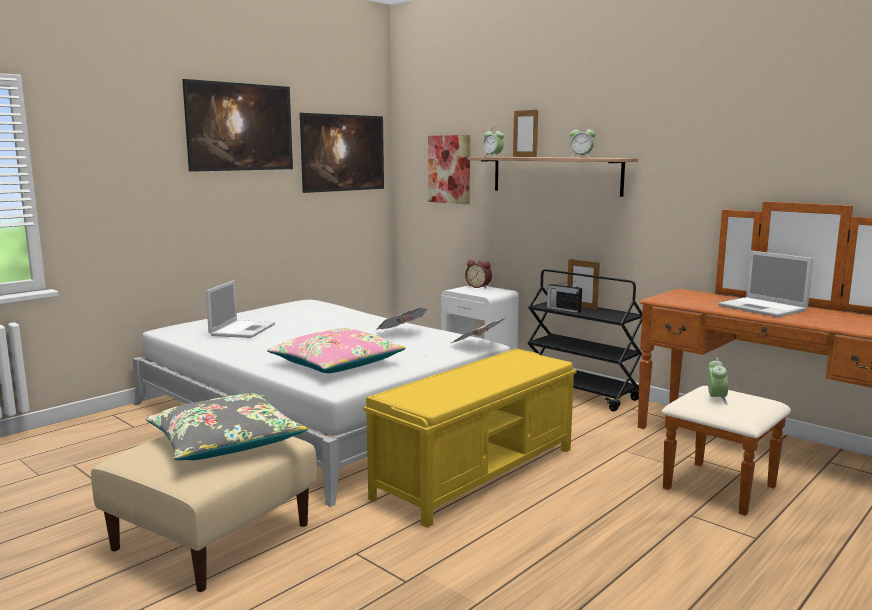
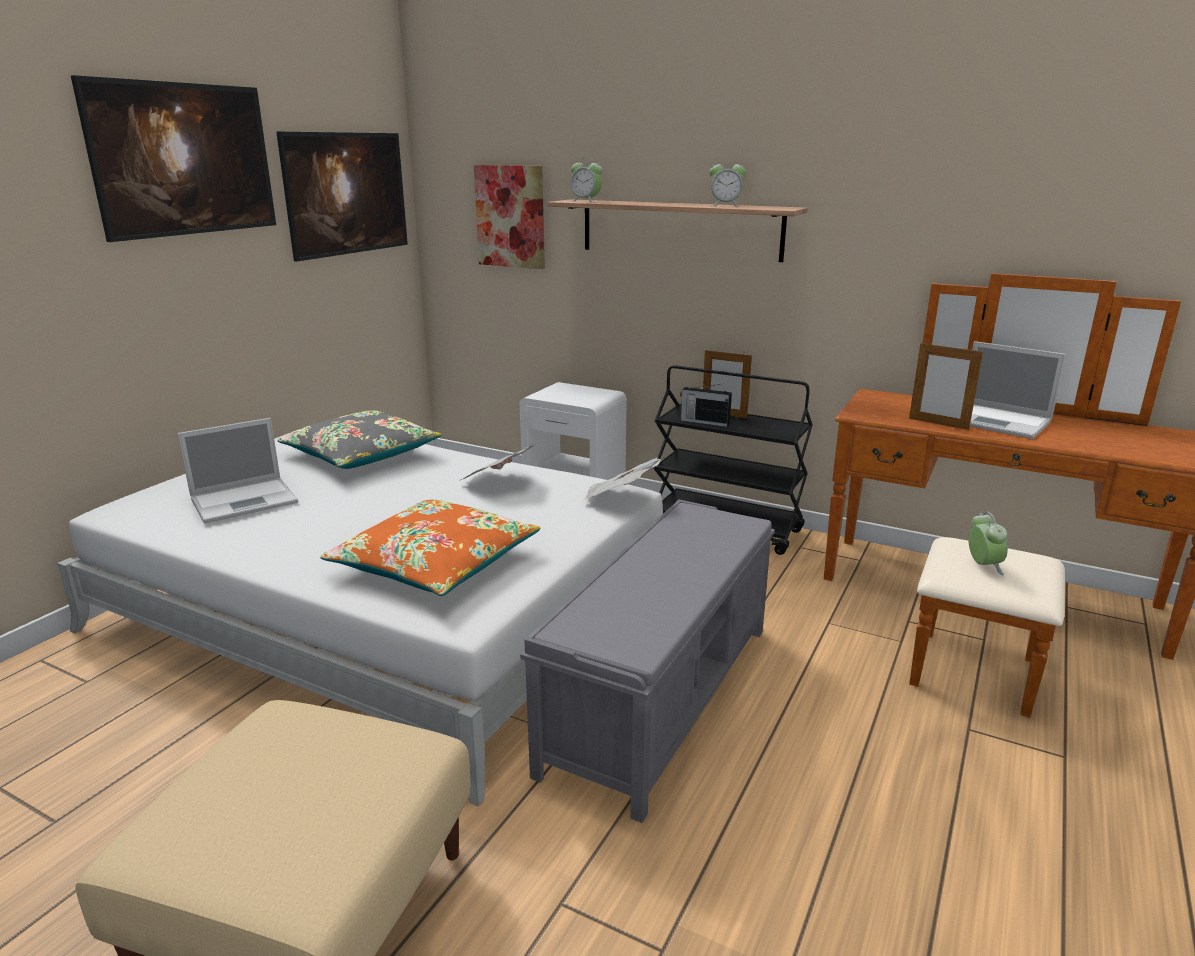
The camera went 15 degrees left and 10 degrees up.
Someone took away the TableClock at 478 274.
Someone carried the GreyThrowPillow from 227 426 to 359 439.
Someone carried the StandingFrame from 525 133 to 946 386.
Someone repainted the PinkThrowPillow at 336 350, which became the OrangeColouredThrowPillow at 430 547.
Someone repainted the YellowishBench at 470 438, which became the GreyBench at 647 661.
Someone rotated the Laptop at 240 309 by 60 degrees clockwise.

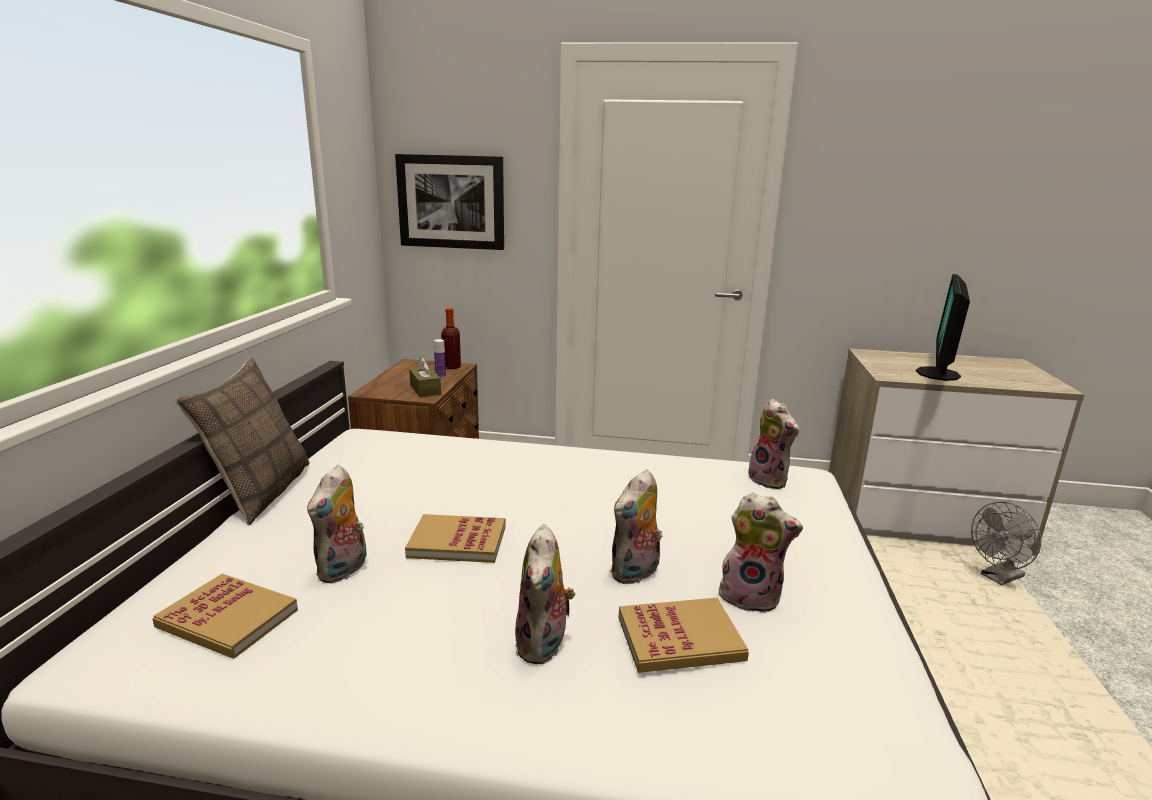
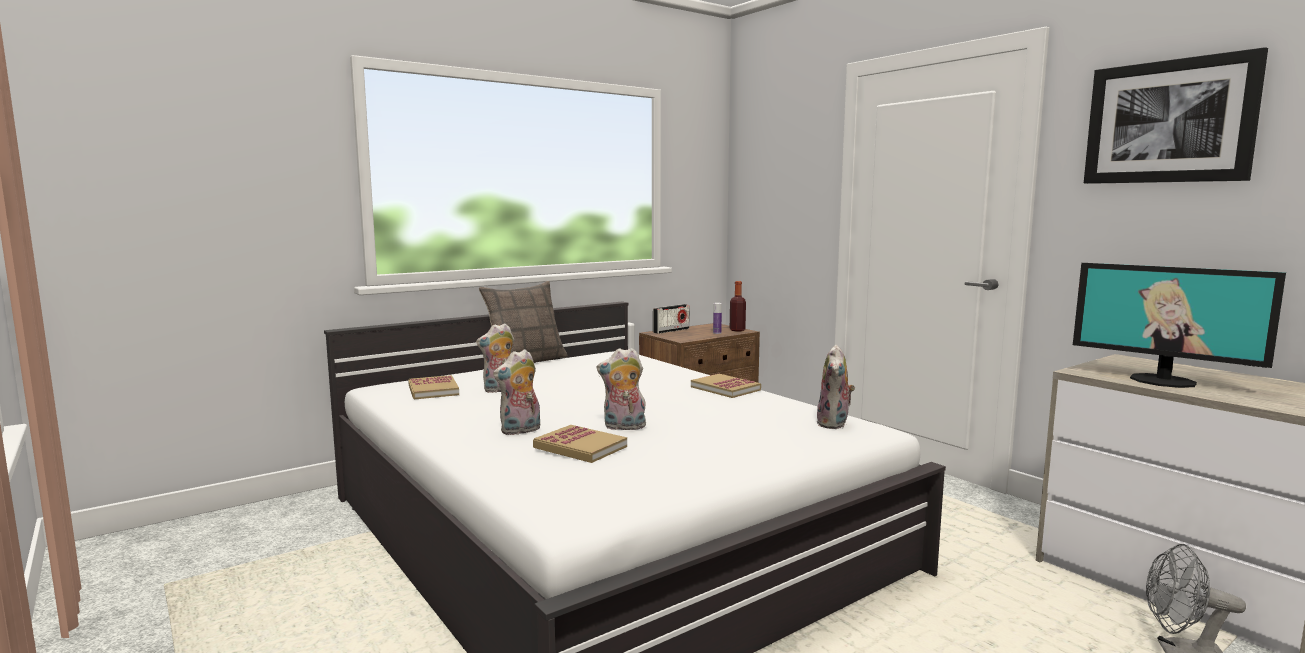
The camera went 45 degrees right and 10 degrees down.
Someone took away the BrownColouredTissueBox at 425 377.
Someone took away the SoftToy at 760 552.
Someone put down the Radio at 671 319.
Someone carried the Picture from 449 202 to 1176 115.
Someone carried the BoundBook from 455 538 to 726 386.
Someone rotated the ComputerScreen at 943 327 by 120 degrees counterclockwise.

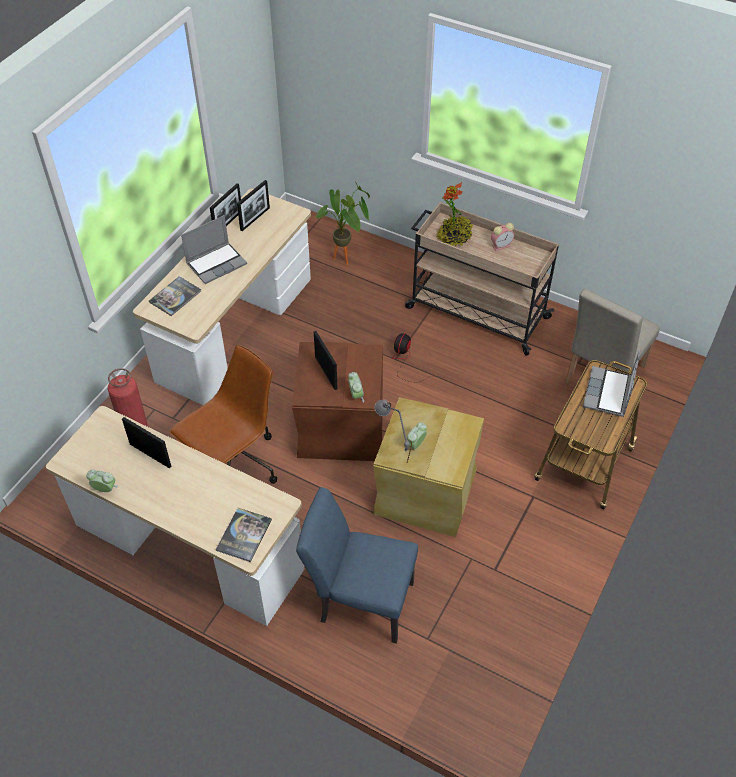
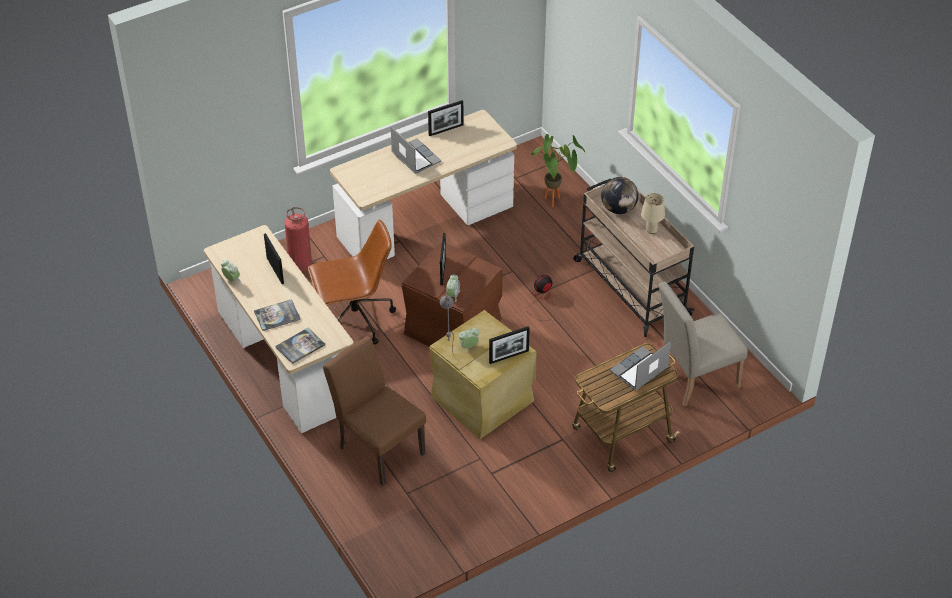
The camera went 30 degrees right and 5 degrees down.
Someone carried the BoundBook from 175 296 to 277 315.
Someone carried the StandingFrame from 253 205 to 509 345.
Someone swapped the Houseplant at 454 214 for the WorldGlobe at 619 195.
Someone swapped the TableClock at 502 237 for the BeigeColouredLampForATable at 653 213.
Someone repainted the BluishChair at 357 565, which became the BrownColouredChair at 374 411.
Someone rotated the Laptop at 214 249 by 120 degrees counterclockwise.

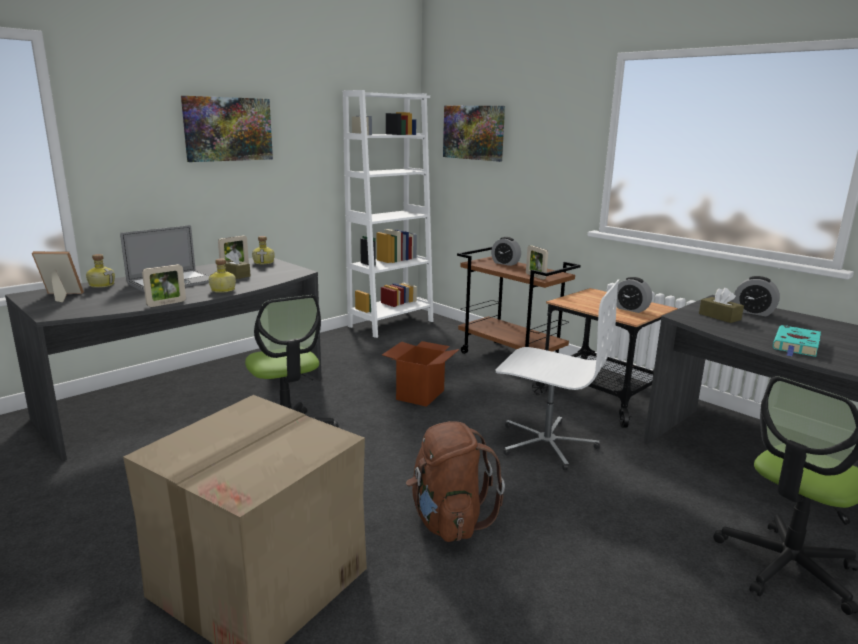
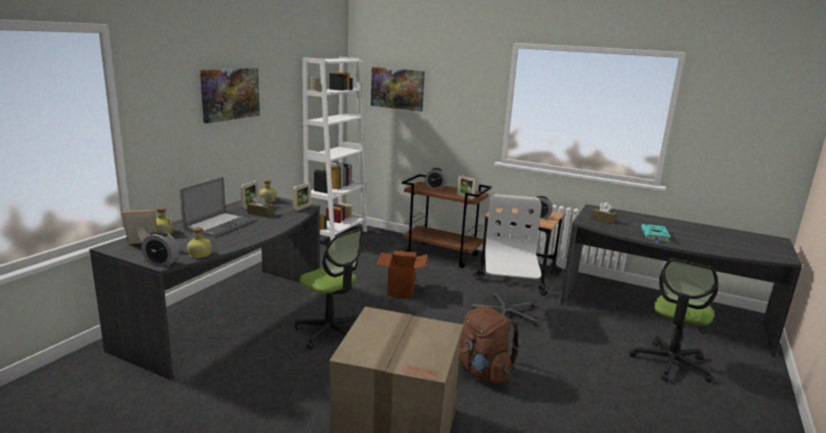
The camera went 20 degrees left and 0 degrees up.
Someone carried the StandingFrame from 164 285 to 302 197.
Someone carried the DrinkBottle from 222 276 to 199 242.
Someone carried the TableClock from 756 296 to 160 248.
Someone rotated the WhitishOfficeChair at 557 375 by 90 degrees counterclockwise.

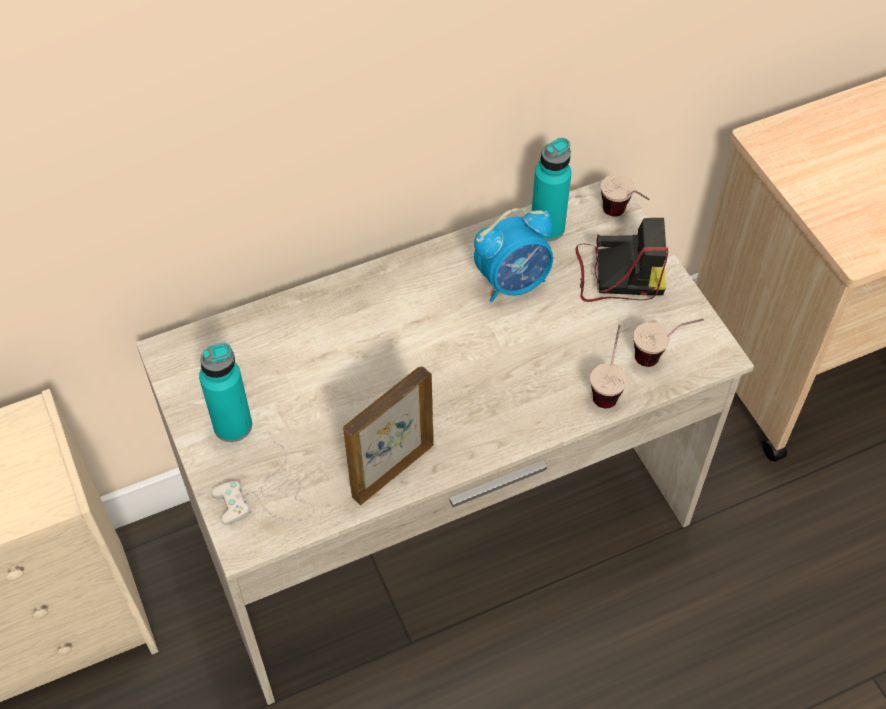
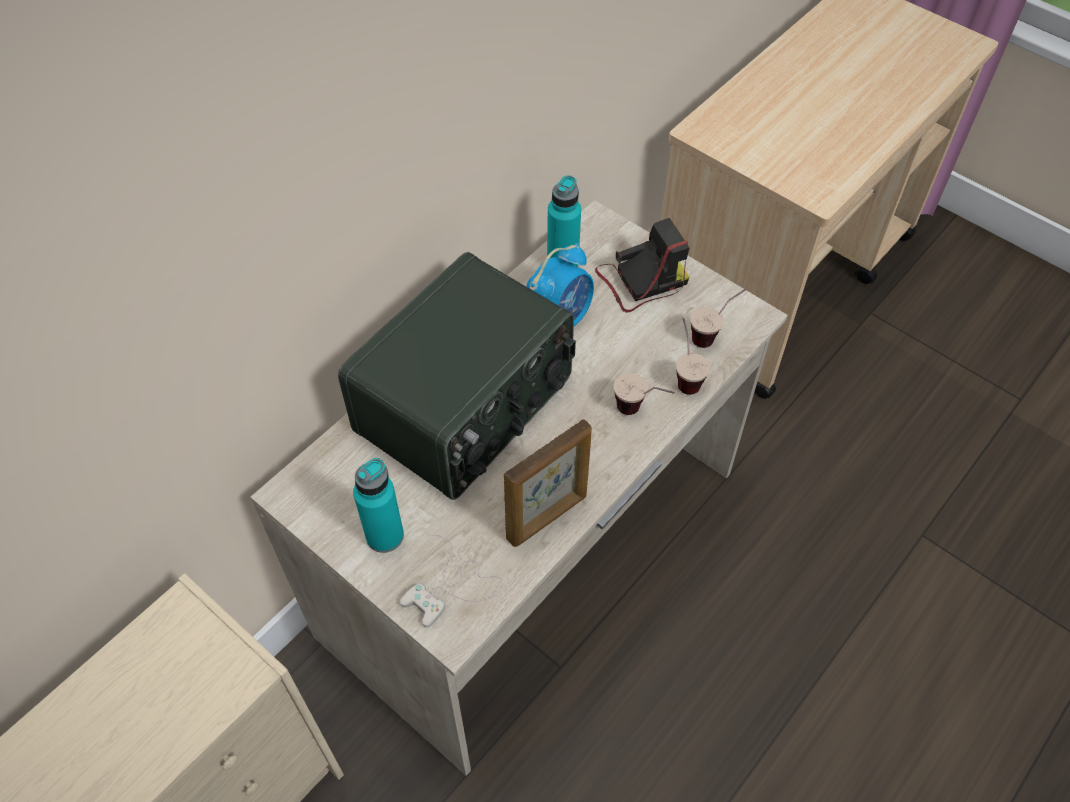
The camera went 25 degrees left and 0 degrees up.
Someone put down the Radio at 457 376.
Someone carried the SmallCup from 625 196 to 644 394.
Someone rotated the StandingFrame at 388 435 by 150 degrees counterclockwise.

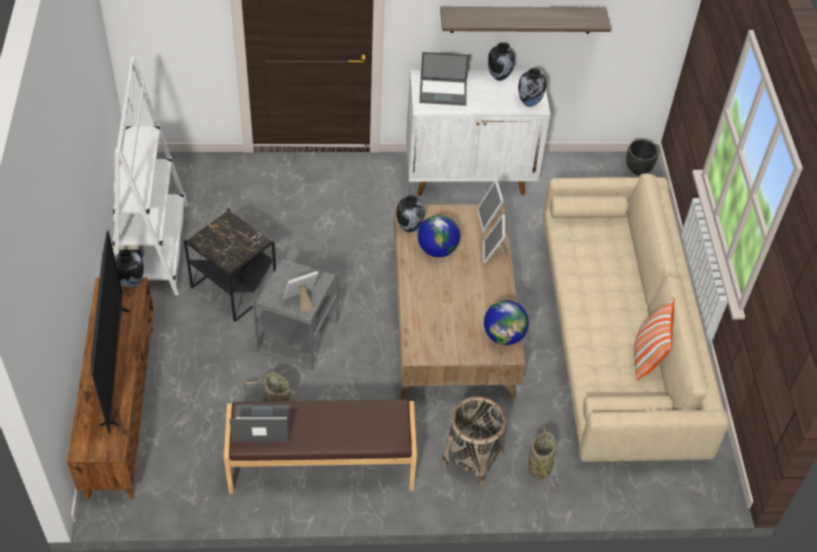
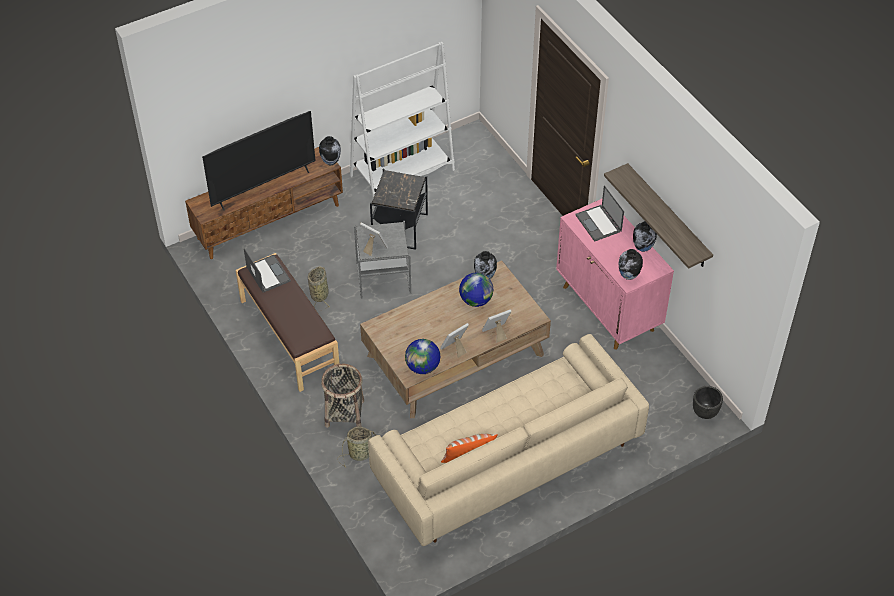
The camera went 65 degrees right and 0 degrees up.
Someone carried the StandingFrame from 490 205 to 454 340.
Someone repainted the WhitishCabinet at 478 133, which became the PinkCabinet at 615 274.

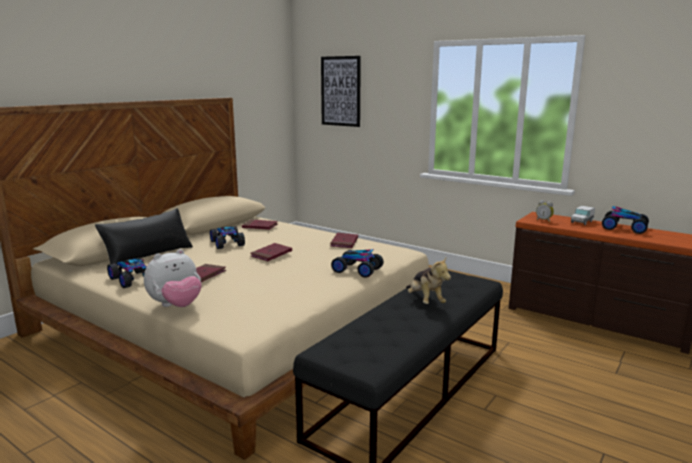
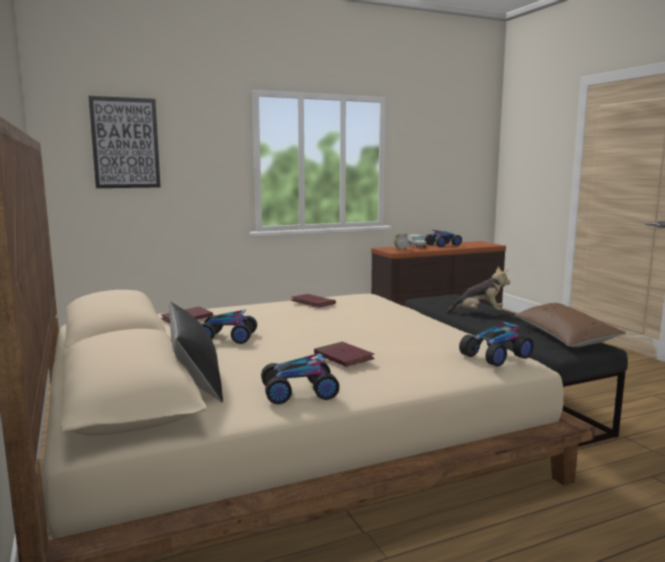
The camera went 60 degrees left and 5 degrees down.
Someone took away the SoftToy at 173 278.
Someone took away the ReddishBoundBook at 271 252.
Someone put down the BrownColouredThrowPillow at 570 325.
Someone carried the MiniatureCar from 357 263 to 496 344.

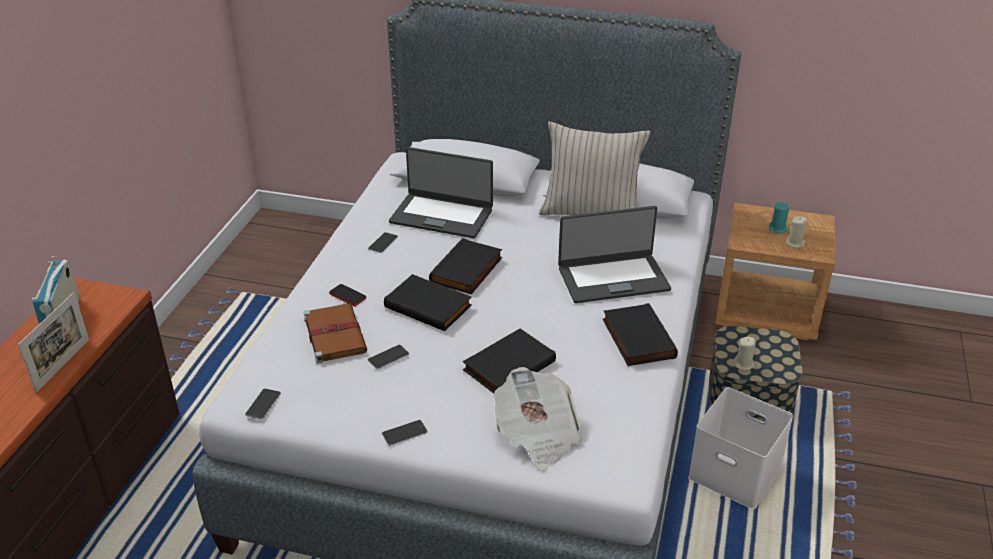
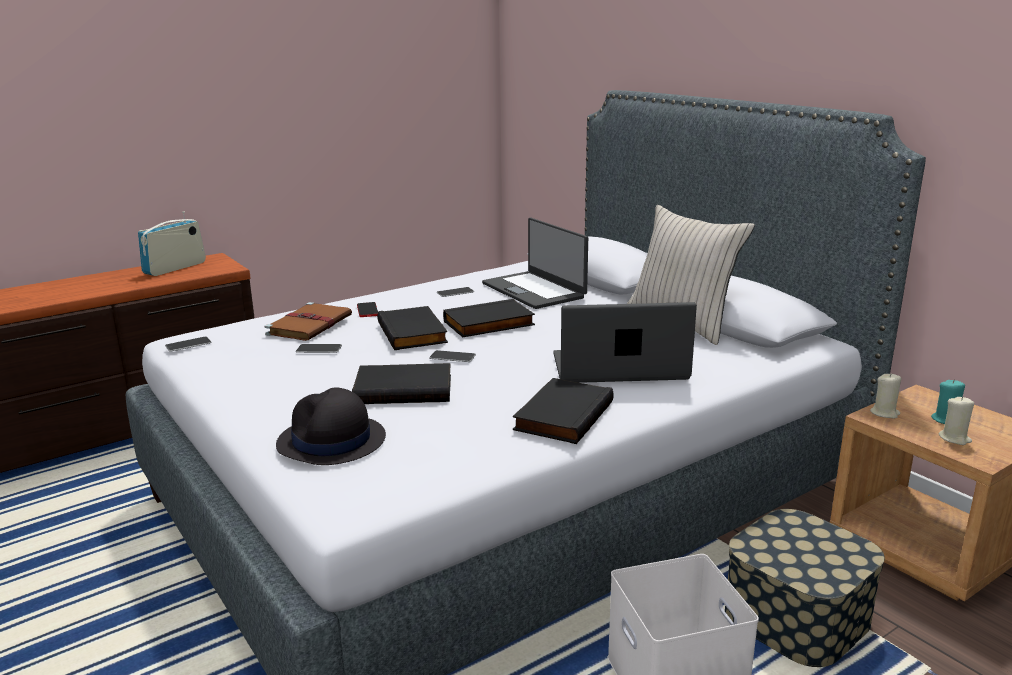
The camera went 40 degrees right and 15 degrees down.
Someone took away the StandingFrame at 53 342.
Someone carried the Phone from 405 433 to 452 356.
Someone carried the BeigeColouredCandle from 745 353 to 885 395.
Someone swapped the DailyPaper at 538 418 for the BlackishWearableHat at 331 426.
Someone rotated the Laptop at 614 254 by 150 degrees clockwise.

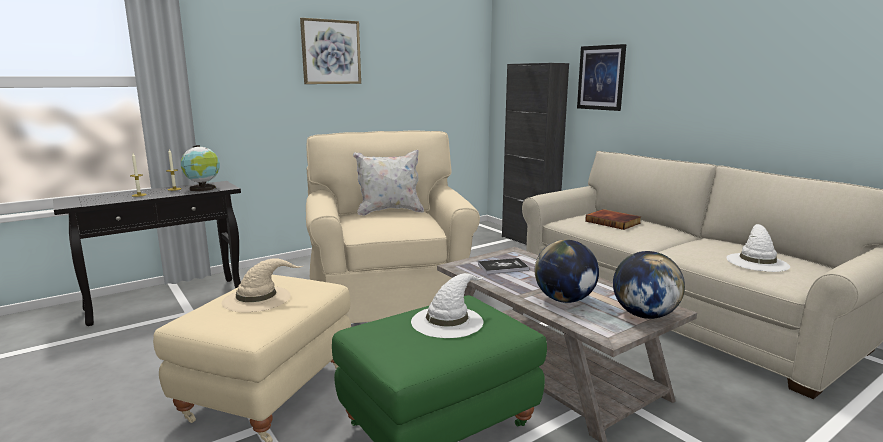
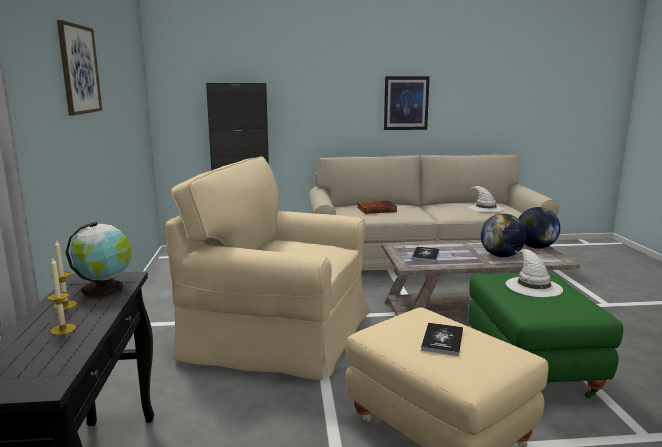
The camera went 60 degrees left and 0 degrees up.
Someone took away the WhitishThrowPillow at 388 183.
Someone carried the Picture from 601 77 to 407 103.
Someone swapped the BeigeColouredWearableHat at 262 285 for the BoundBook at 442 339.

